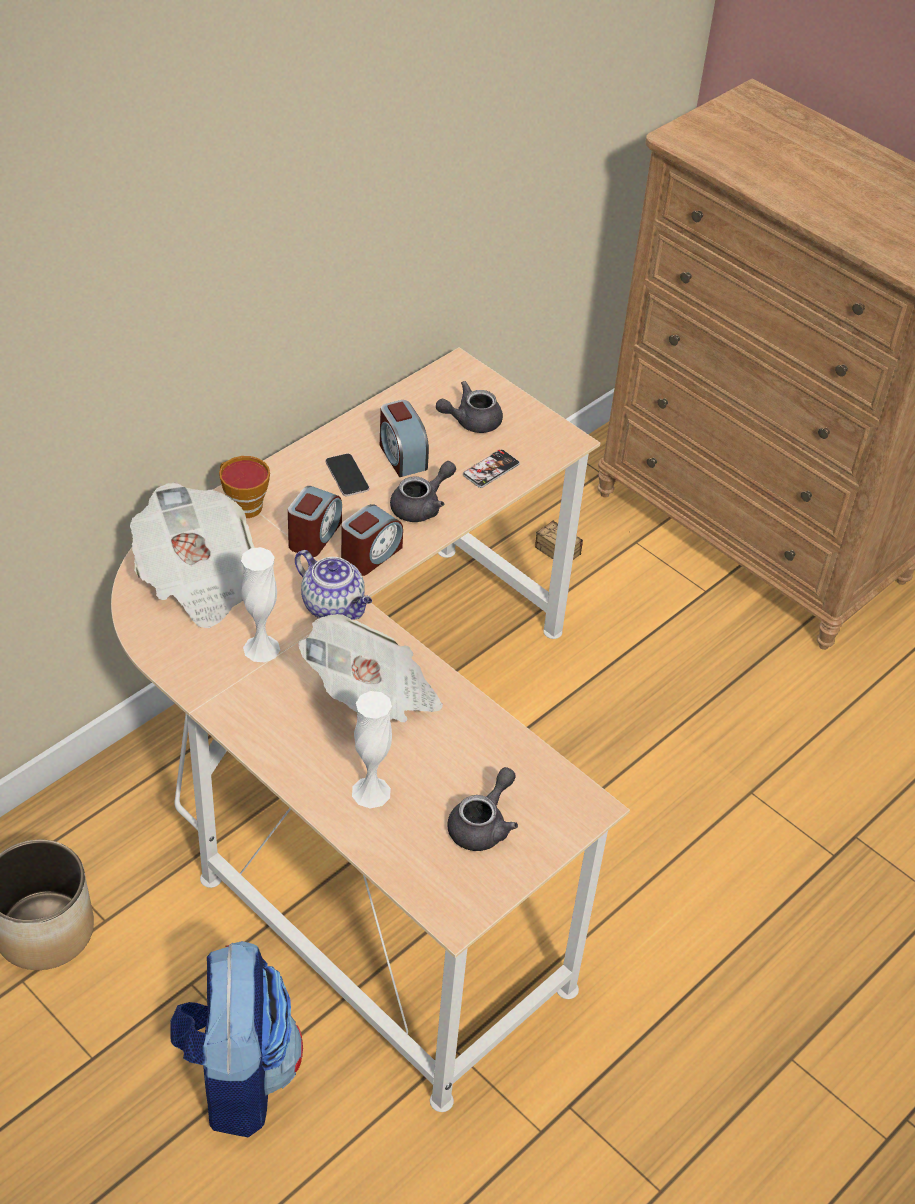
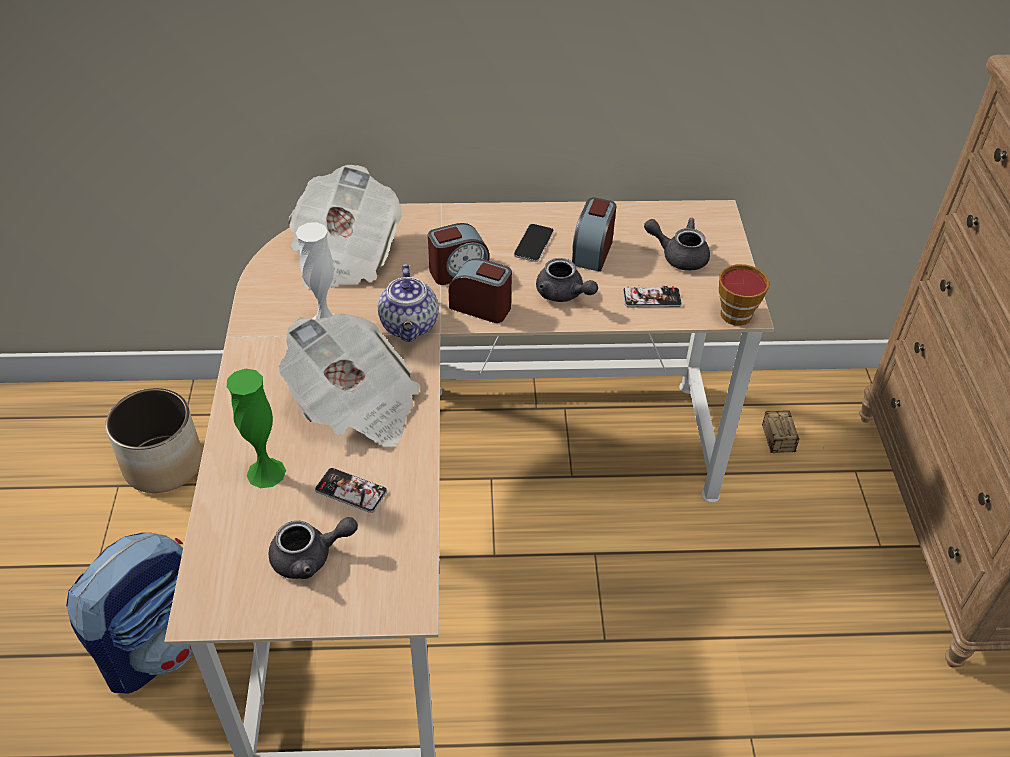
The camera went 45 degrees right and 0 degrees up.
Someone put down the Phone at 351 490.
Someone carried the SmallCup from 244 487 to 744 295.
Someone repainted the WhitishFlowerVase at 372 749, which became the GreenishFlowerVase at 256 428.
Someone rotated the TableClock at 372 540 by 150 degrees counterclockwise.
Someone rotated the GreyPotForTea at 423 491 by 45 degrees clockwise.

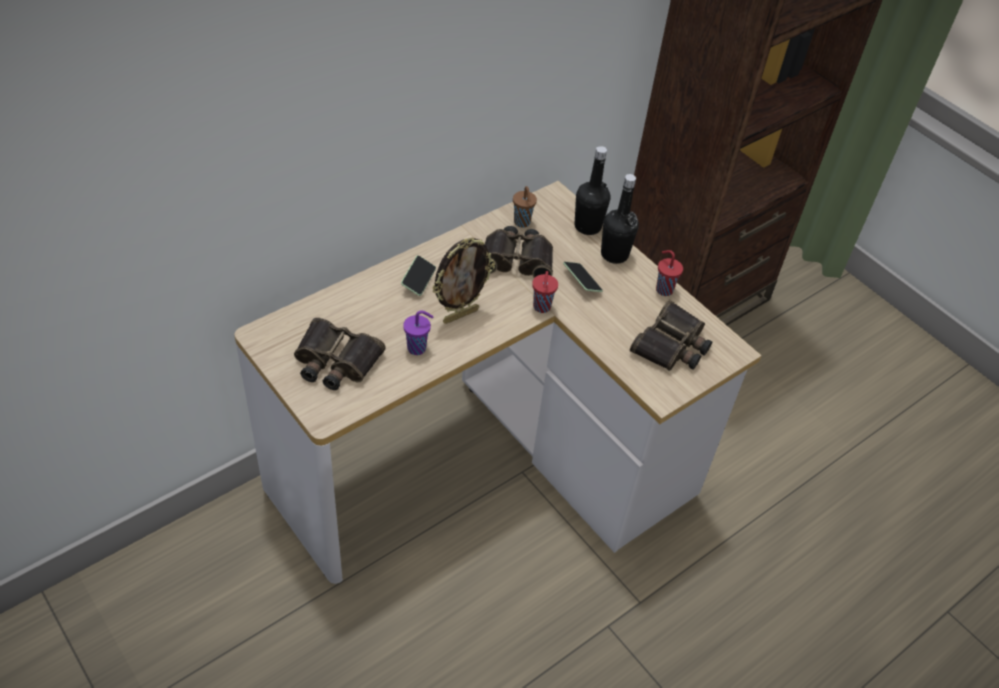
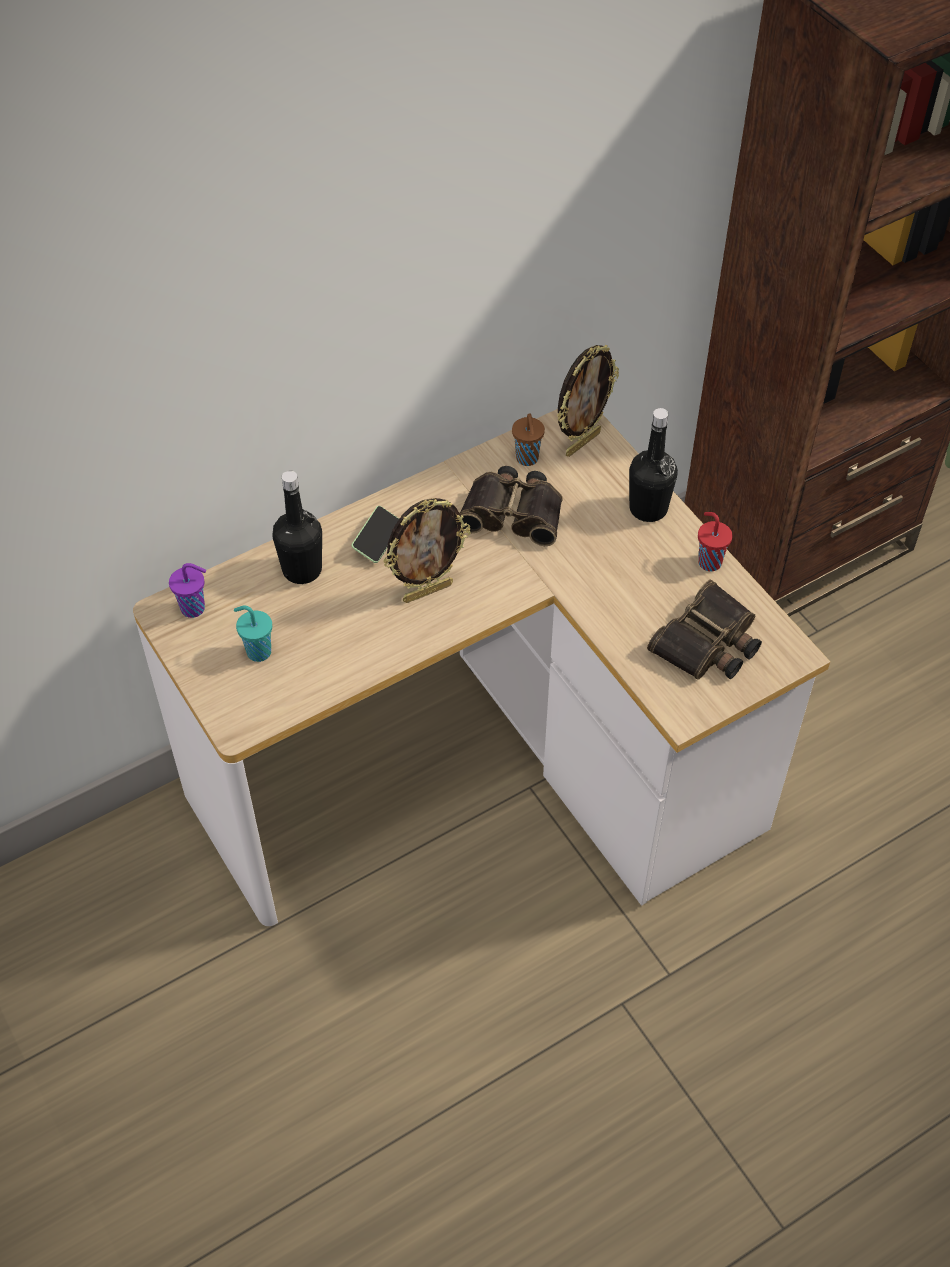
The camera went 10 degrees right and 5 degrees up.
Someone took away the ReddishSmallCup at 545 292.
Someone took away the Phone at 583 277.
Someone put down the StandingFrame at 588 401.
Someone carried the PurpleSmallCup from 418 332 to 187 590.
Someone carried the BlackishDrinkBottle from 593 190 to 297 527.
Someone swapped the Binoculars at 340 353 for the BlueGreenSmallCup at 253 634.

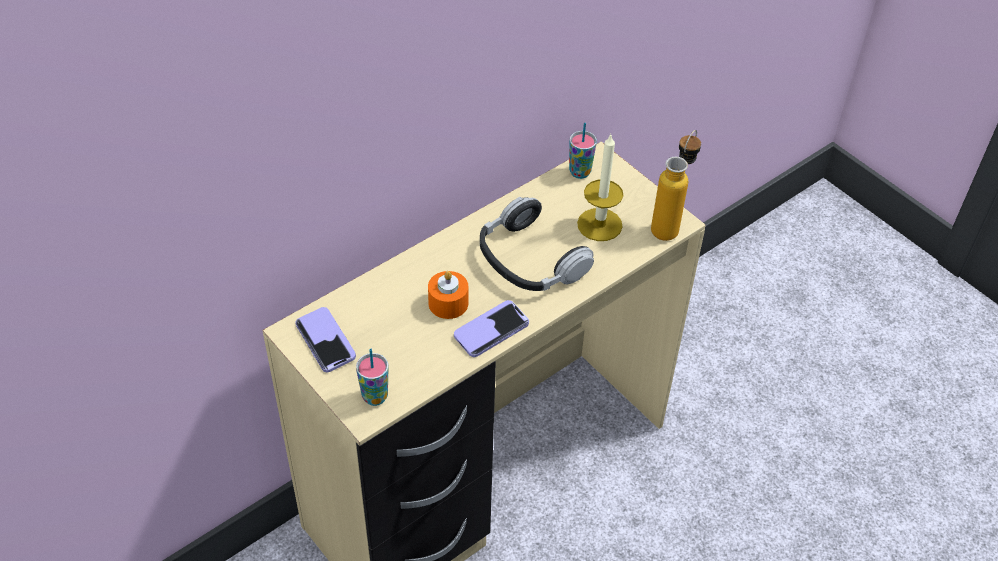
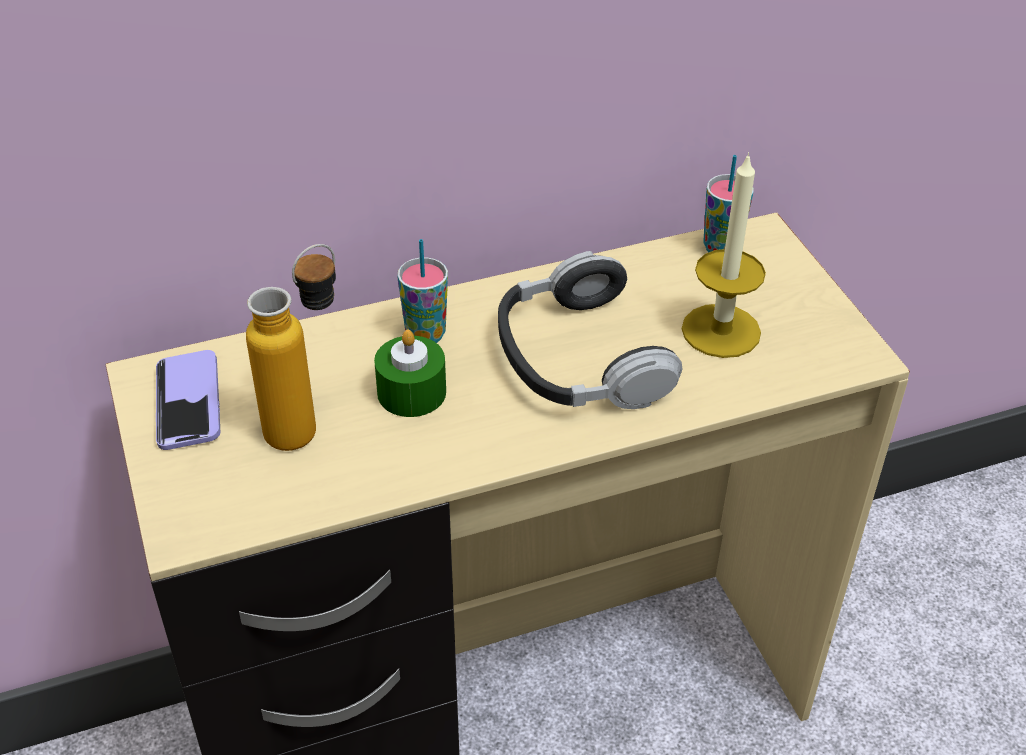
The camera went 20 degrees right and 5 degrees down.
Someone took away the Phone at 491 328.
Someone carried the SmallCup from 372 377 to 422 291.
Someone carried the DrinkBottle from 676 185 to 291 347.
Someone repainted the OrangeColouredCandle at 448 295, which became the GreenishCandle at 410 373.

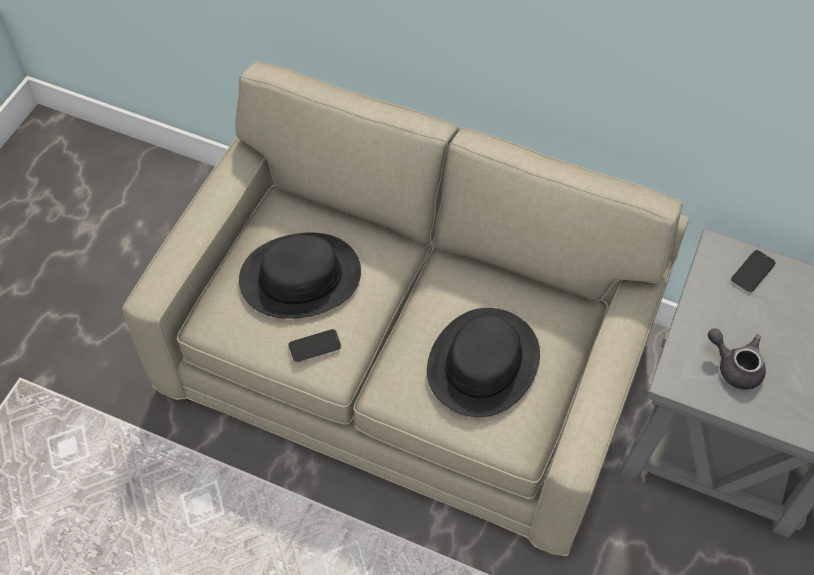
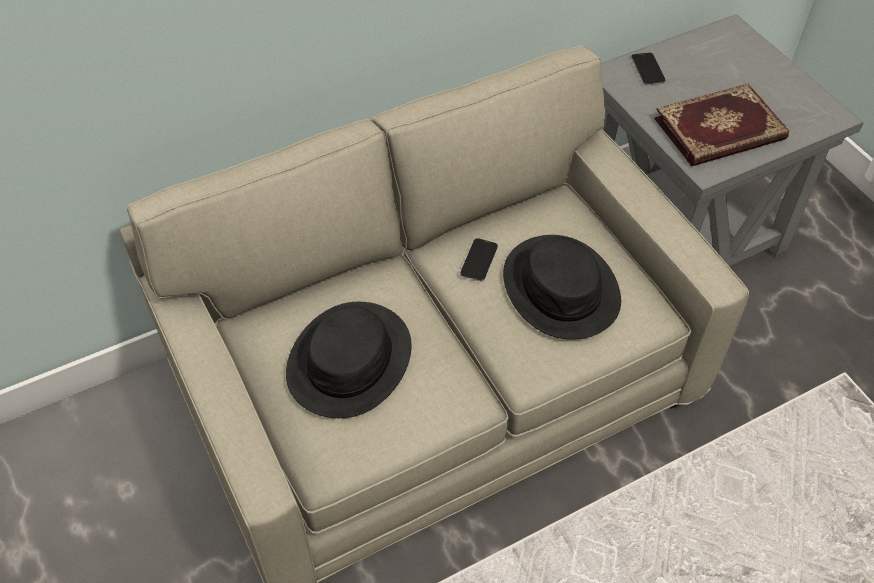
The camera went 50 degrees left and 5 degrees down.
Someone carried the Phone from 314 345 to 479 259.
Someone swapped the GreyPotForTea at 737 359 for the BoundBook at 721 125.

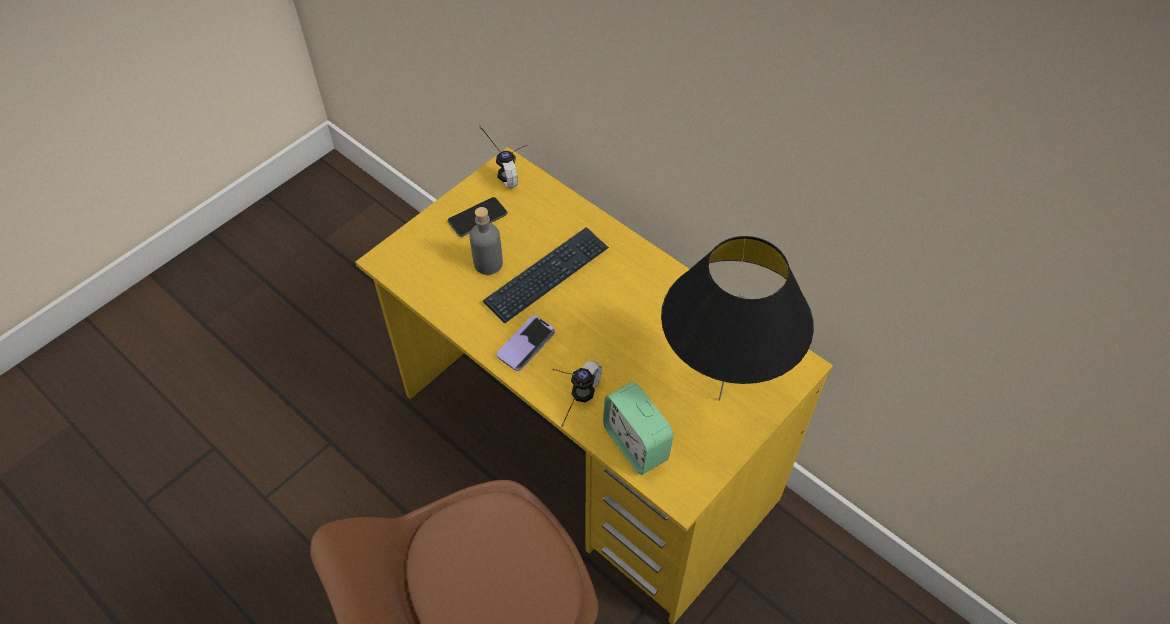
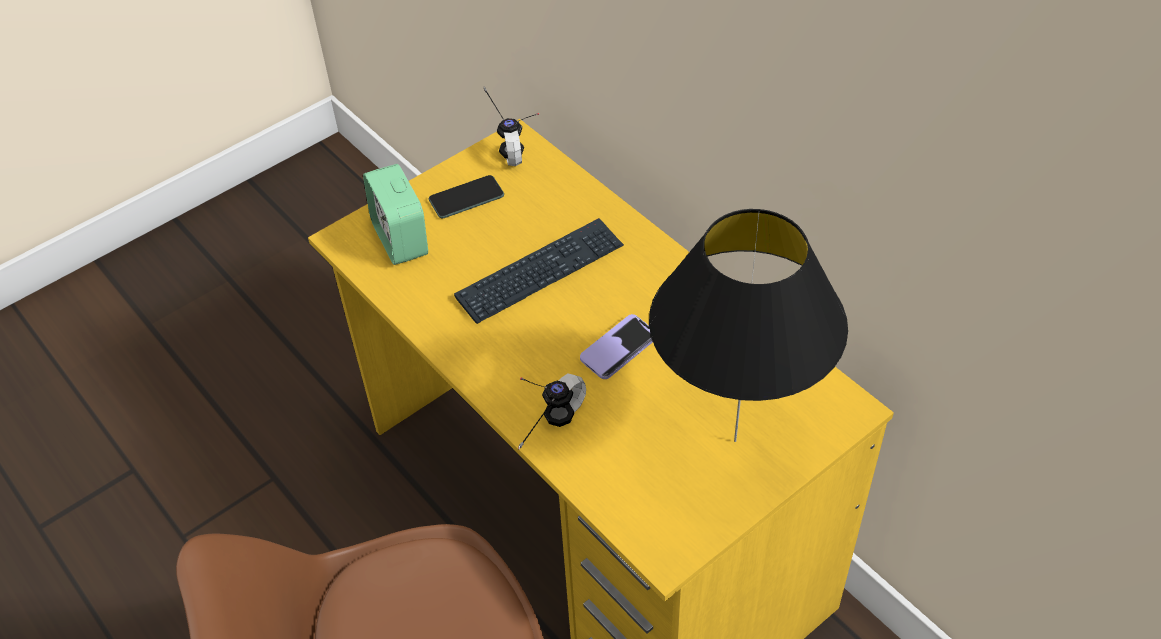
The camera went 10 degrees right and 5 degrees down.
Someone took away the GreyDrinkBottle at 486 241.
Someone carried the Phone from 526 343 to 616 346.
Someone carried the TableClock from 638 428 to 395 214.

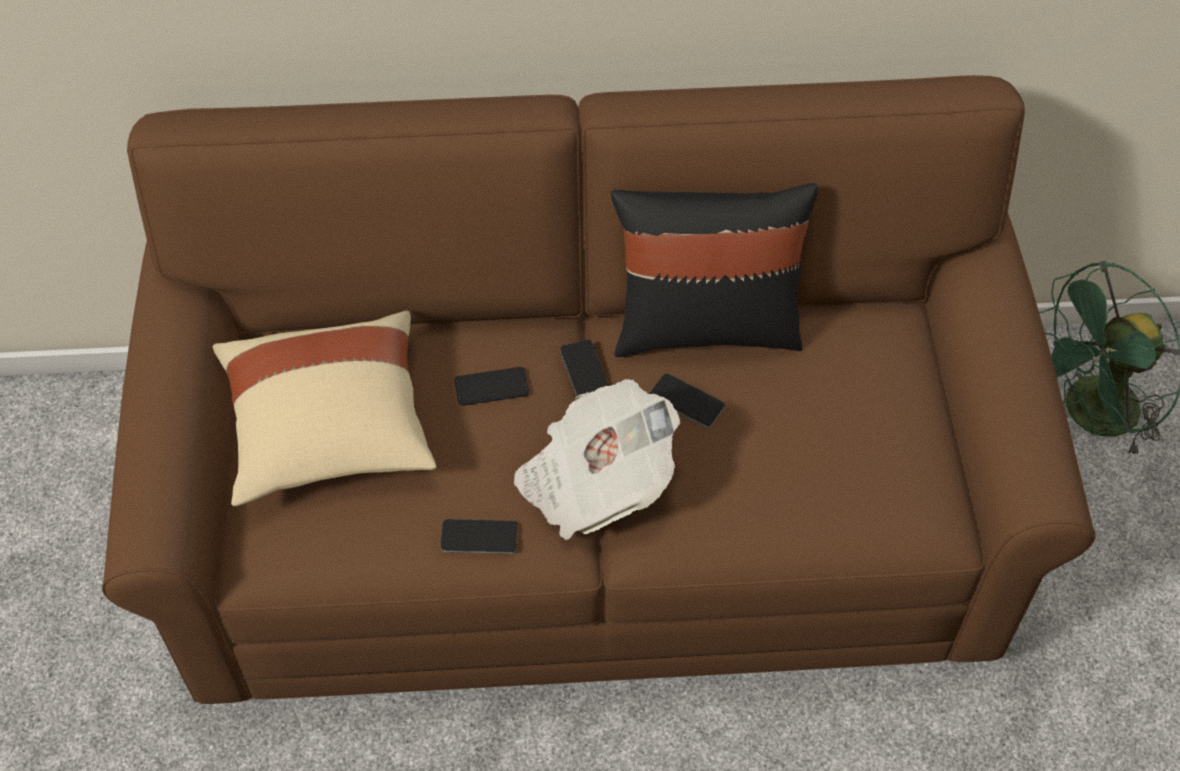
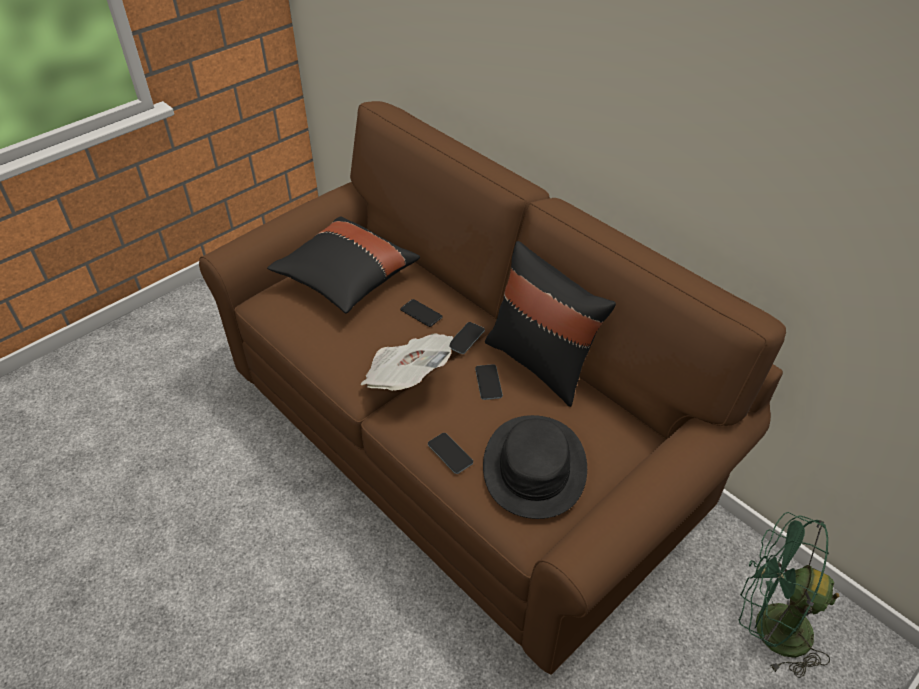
The camera went 50 degrees right and 10 degrees down.
Someone put down the BlackishWearableHat at 535 467.
Someone carried the Phone from 479 536 to 450 453.
Someone repainted the BeigeColouredThrowPillow at 325 408, which became the BlackishThrowPillow at 343 264.

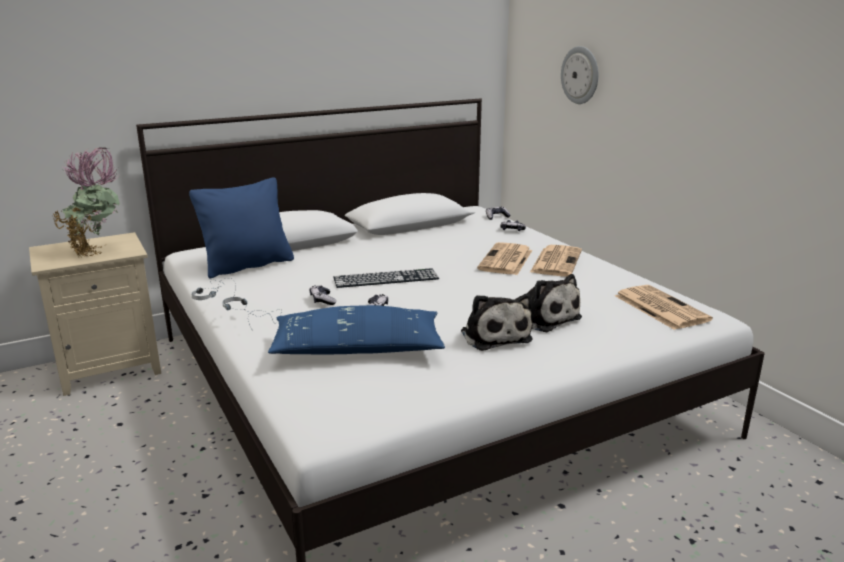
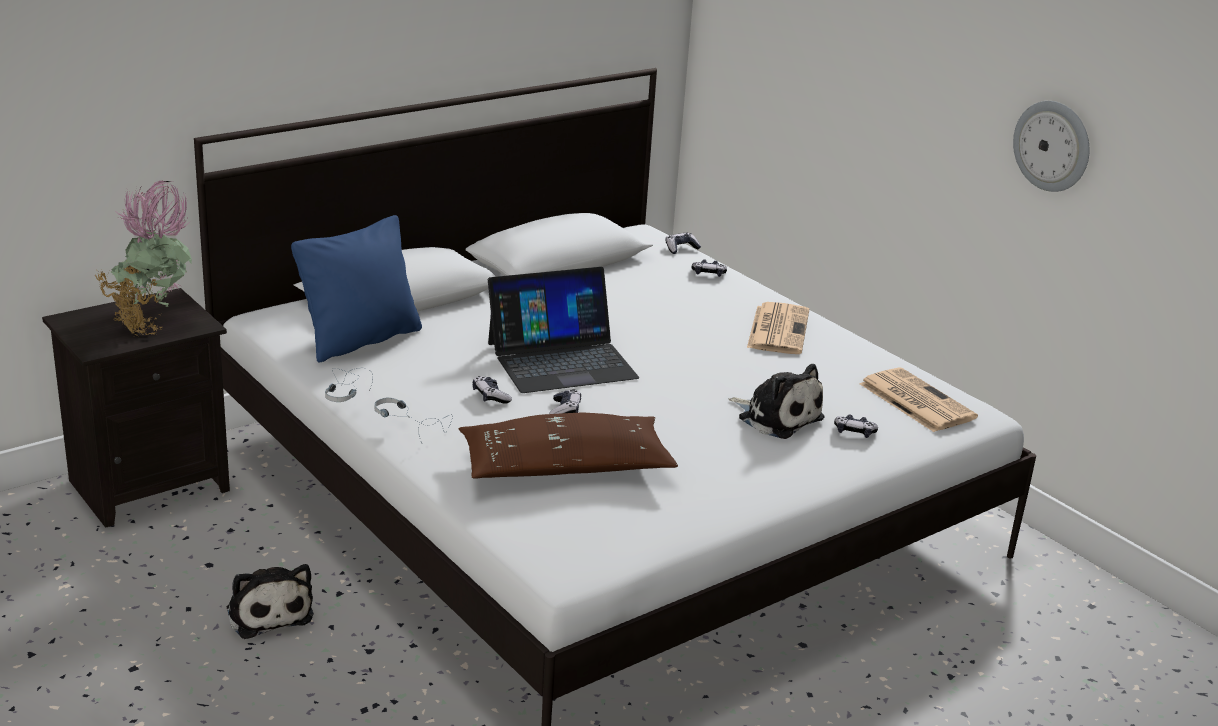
The camera went 10 degrees left and 5 degrees up.
Someone took away the DailyPaper at 504 258.
Someone put down the Gamepad at 856 426.
Someone carried the SoftToy from 497 322 to 270 601.
Someone carried the HangingClock from 579 75 to 1051 146.
Someone swapped the ComputerKeyboard at 386 278 for the Laptop at 563 330.
Someone repainted the BeigeColouredNightstand at 95 314, which became the BlackishNightstand at 136 408.
Someone repainted the BluishThrowPillow at 356 329, which became the BrownColouredThrowPillow at 568 445.

